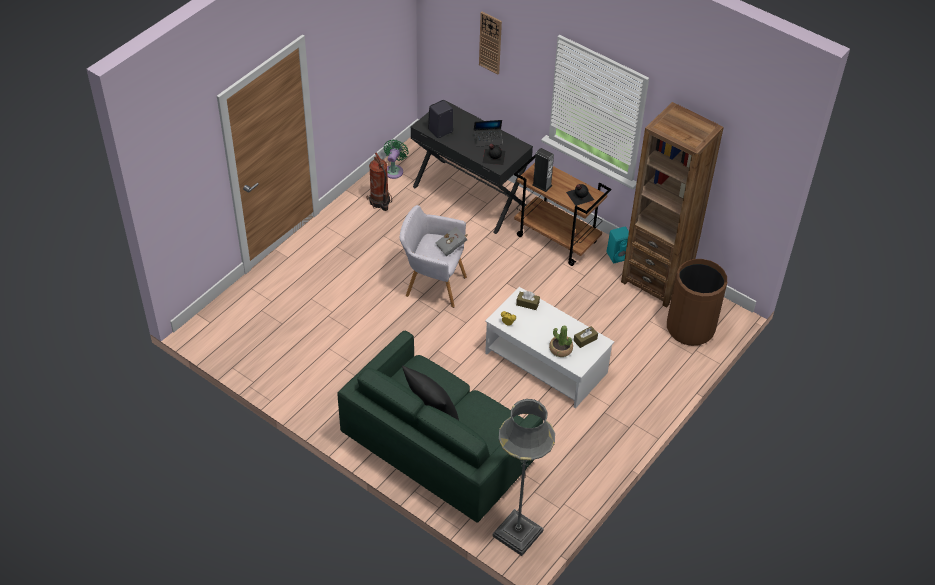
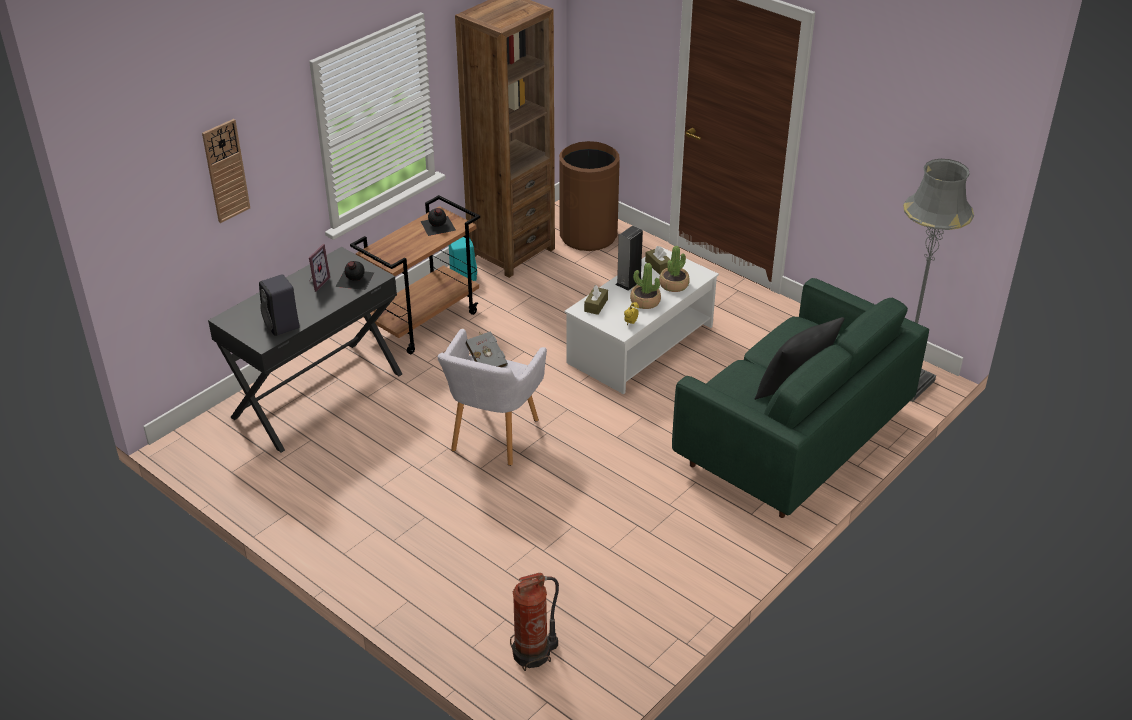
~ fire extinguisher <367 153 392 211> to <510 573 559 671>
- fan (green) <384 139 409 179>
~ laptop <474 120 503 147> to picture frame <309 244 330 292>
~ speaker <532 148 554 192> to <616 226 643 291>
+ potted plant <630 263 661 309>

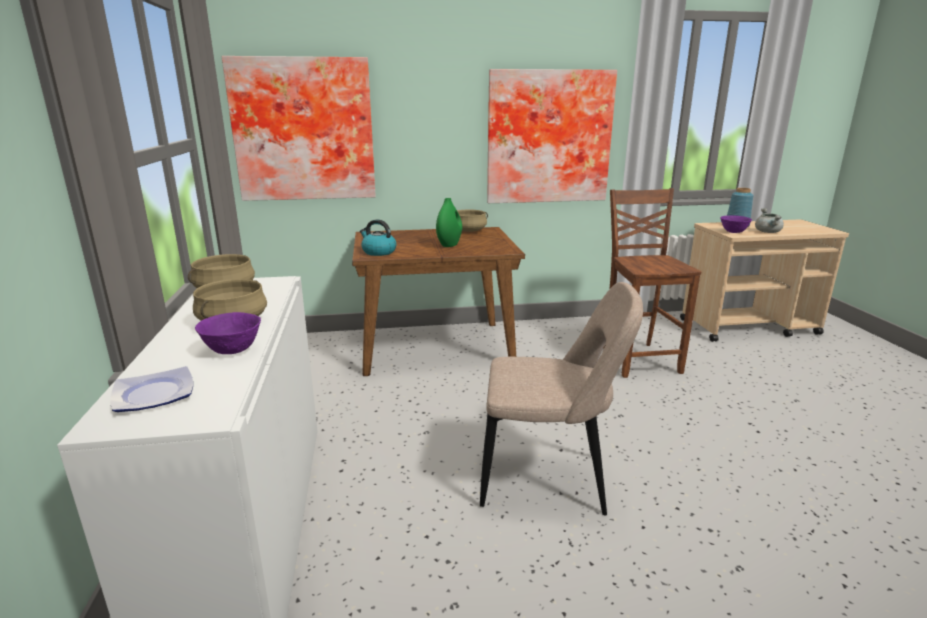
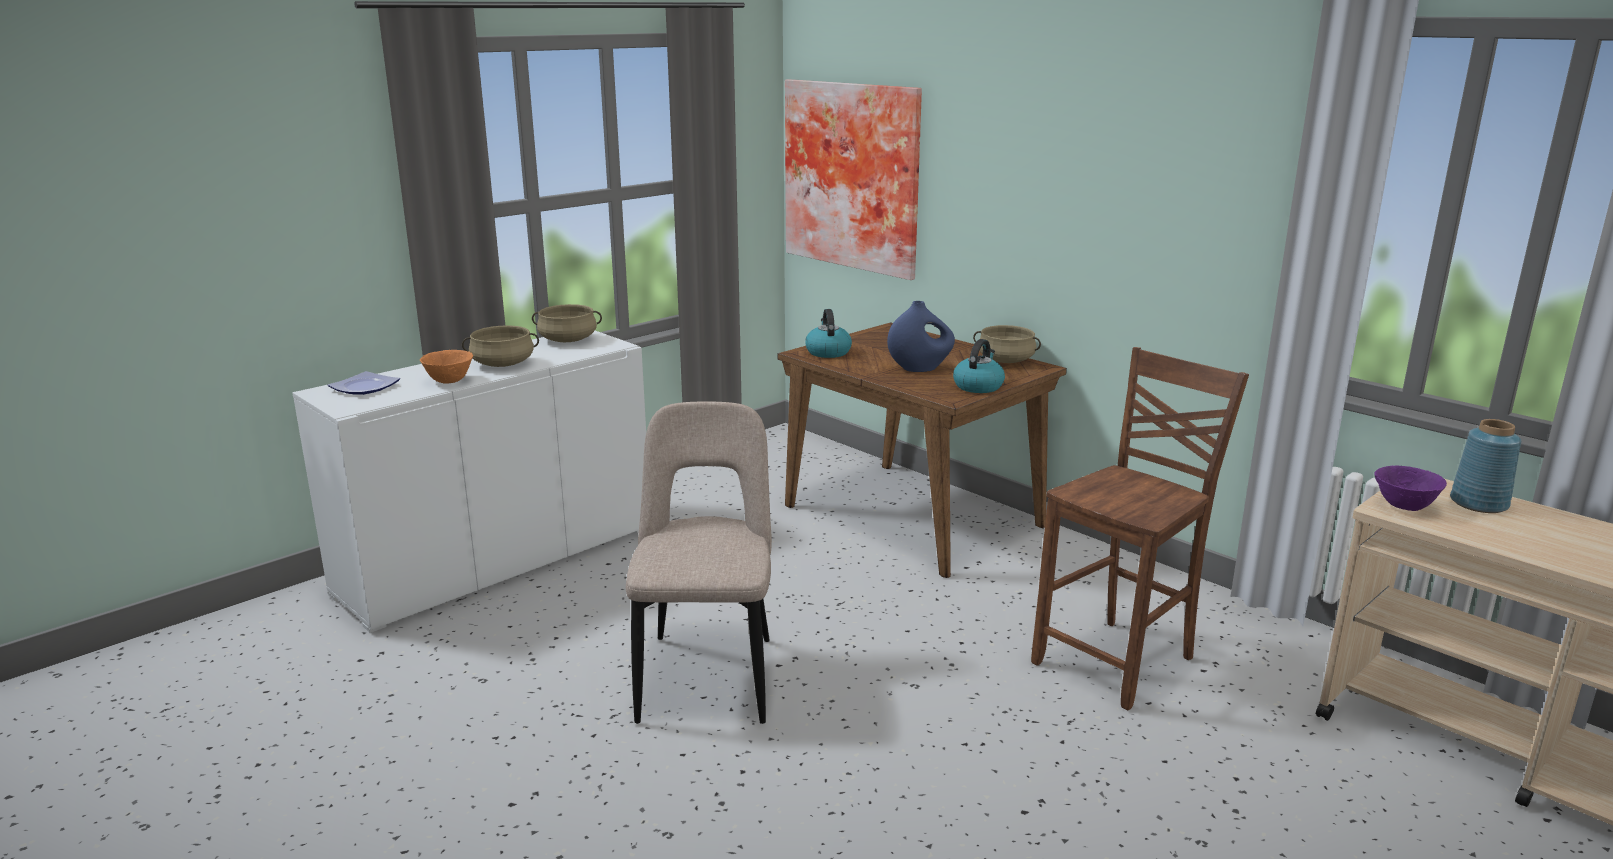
~ bowl (purple) <195 312 261 354> to bowl (orange) <420 350 473 384>
~ vase (green) <436 198 462 247> to vase (blue) <887 301 955 372>
~ chair (beige) <480 282 643 516> = <626 401 772 724> 150 degrees counterclockwise
- picture <487 69 617 203>
- cooking pot (grey) <755 208 784 233>
+ kettle <953 339 1005 393>

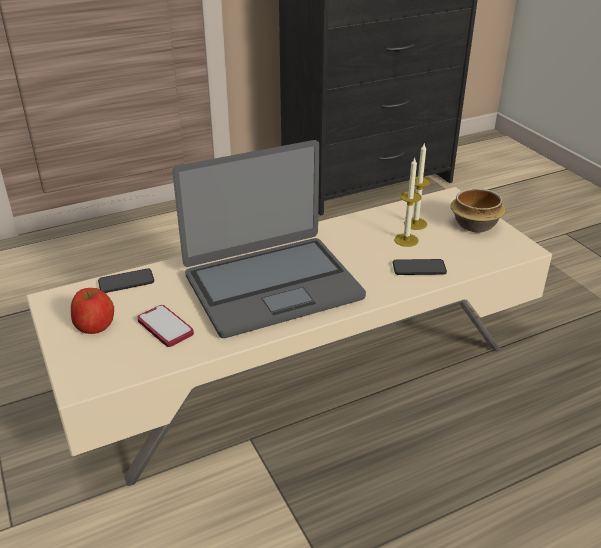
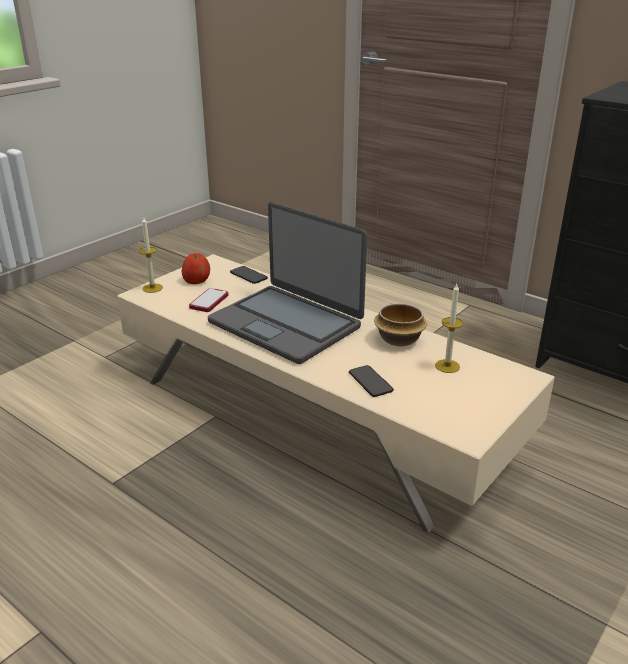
~ candle <394 158 422 247> to <139 216 163 293>
~ bowl <450 188 506 233> to <374 303 427 346>

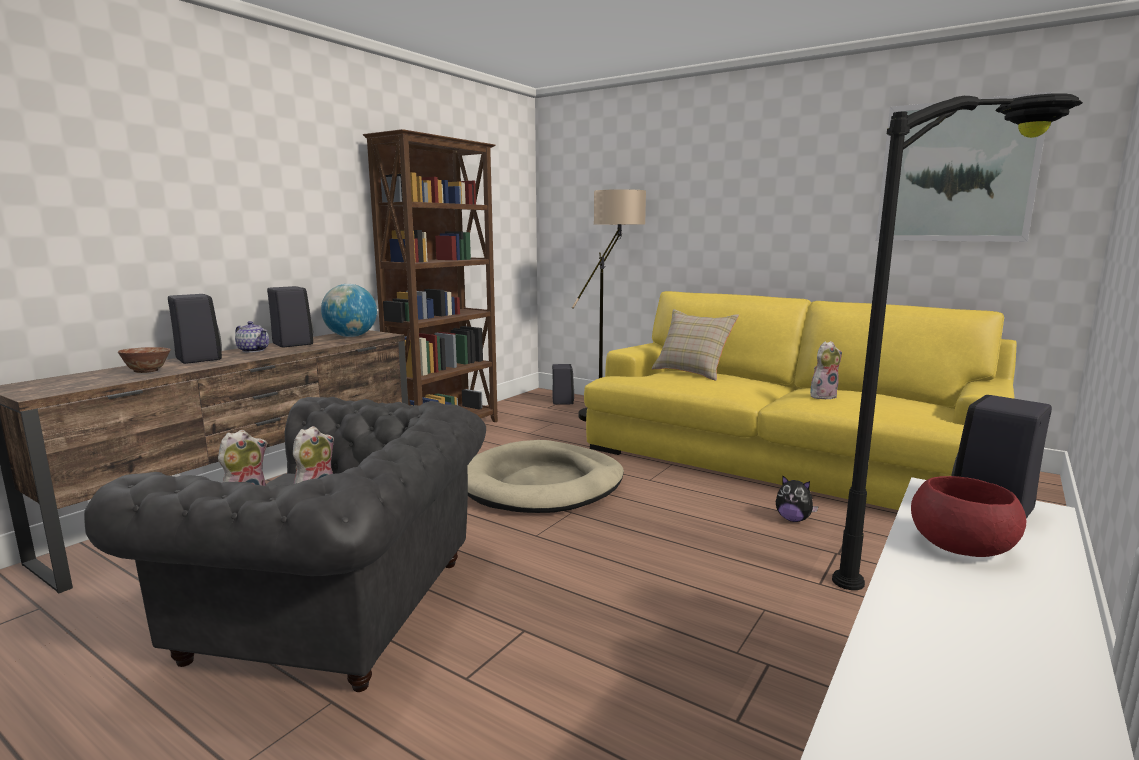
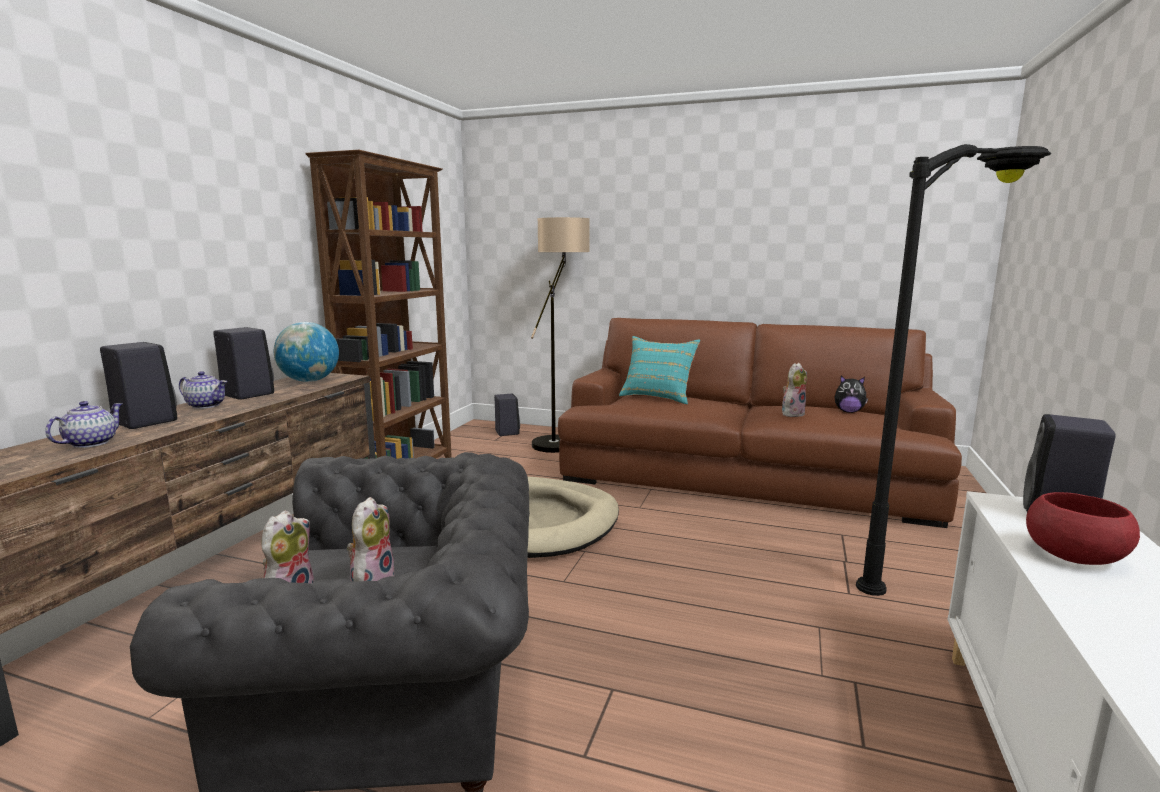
~ bowl <118 347 171 373> to teapot <45 401 122 448>
~ sofa (yellow) <584 291 1017 510> to sofa (brown) <558 318 962 528>
~ pillow (beige) <652 309 739 381> to pillow (turquoise) <619 336 700 404>
~ plush toy <776 475 819 522> to <835 376 868 413>
- picture <876 92 1052 242>

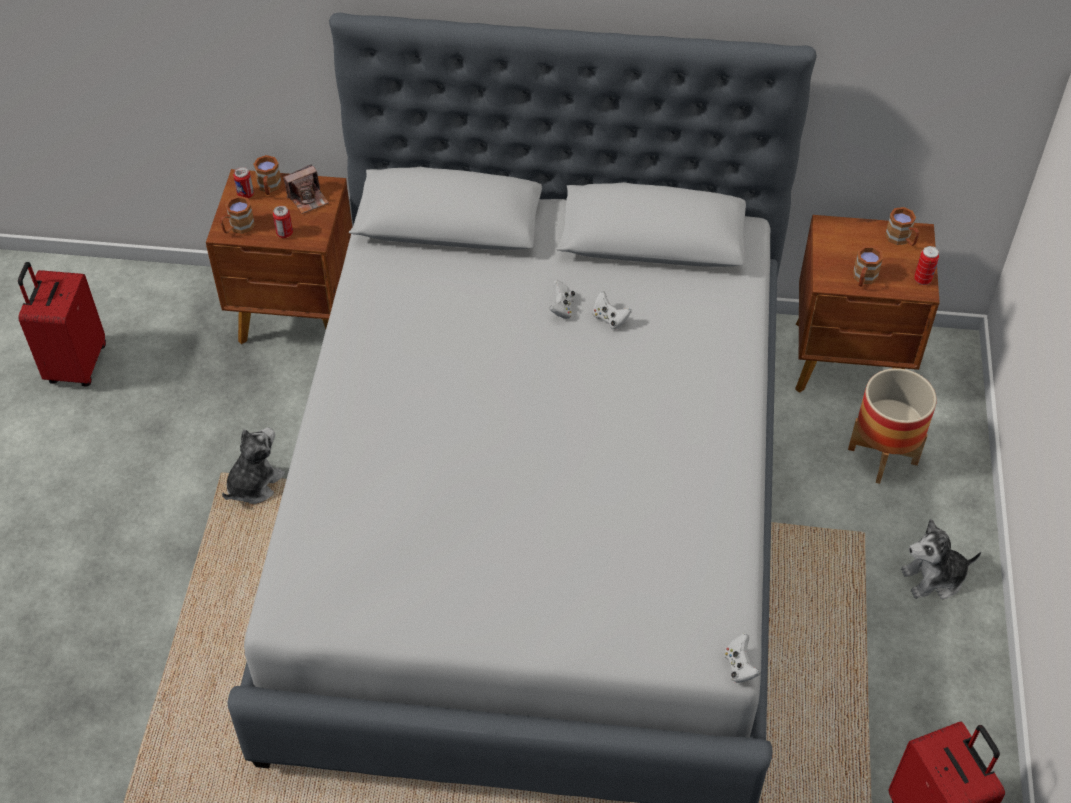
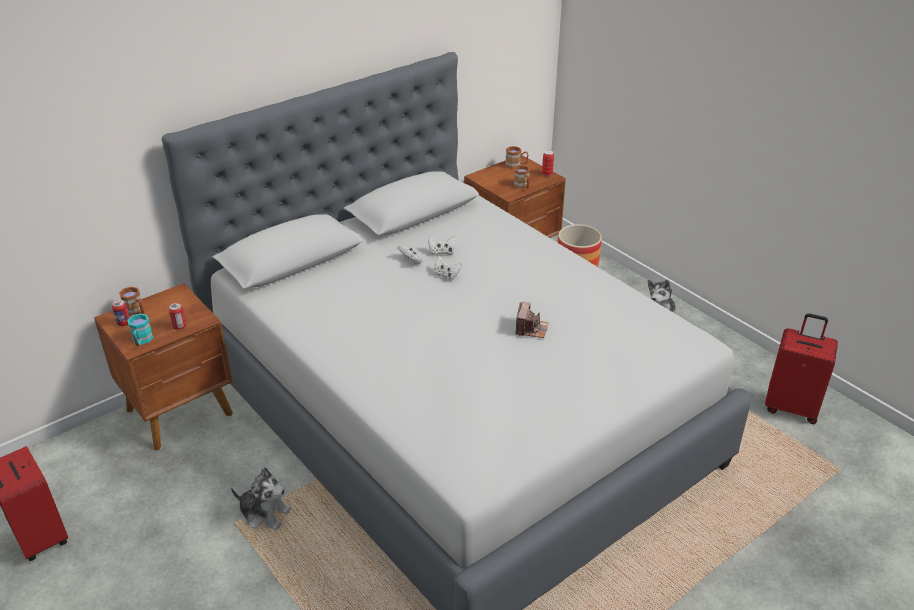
~ mug (brown) <220 196 255 234> to mug (turquoise) <127 313 153 346>
~ plush toy <222 427 285 504> = <231 467 291 530> 120 degrees clockwise
~ photo camera <283 164 329 214> to <516 301 549 338>
~ game controller (white) <724 634 761 683> to <434 256 462 280>

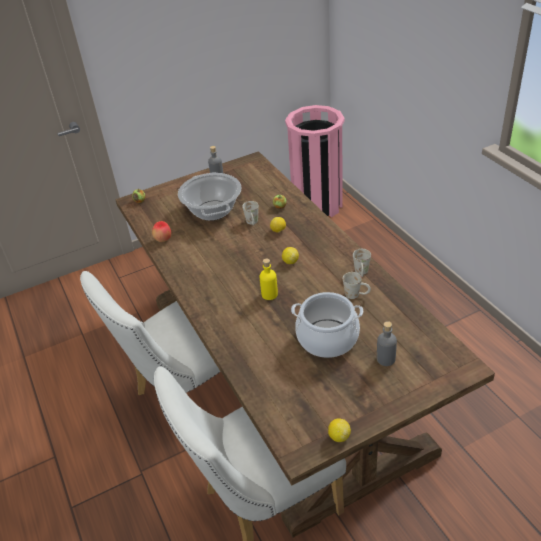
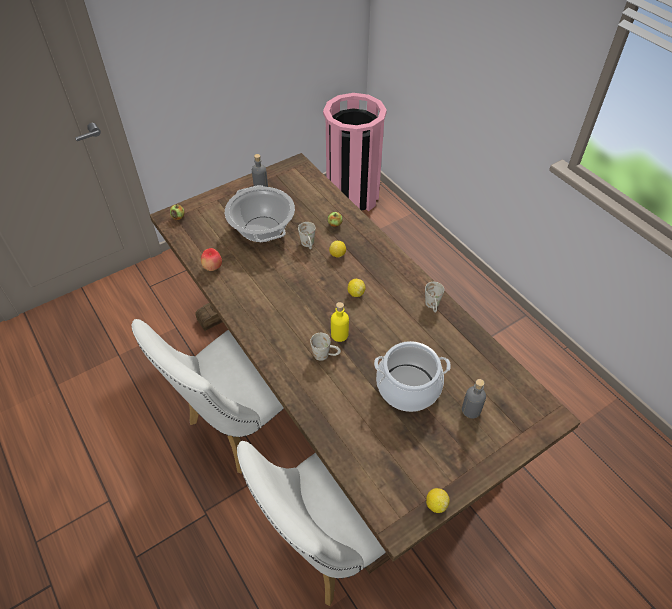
~ mug (white) <343 272 371 299> to <310 333 341 361>

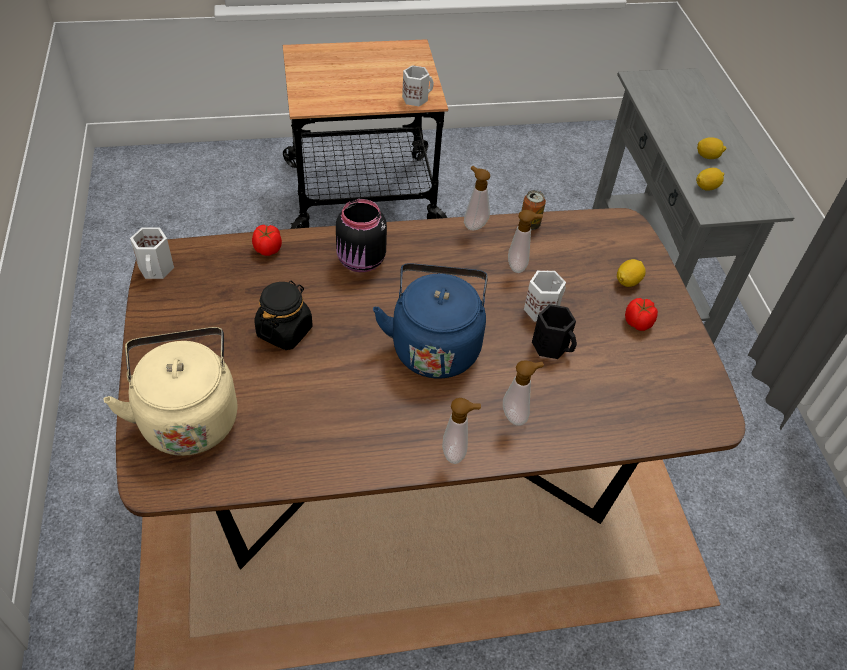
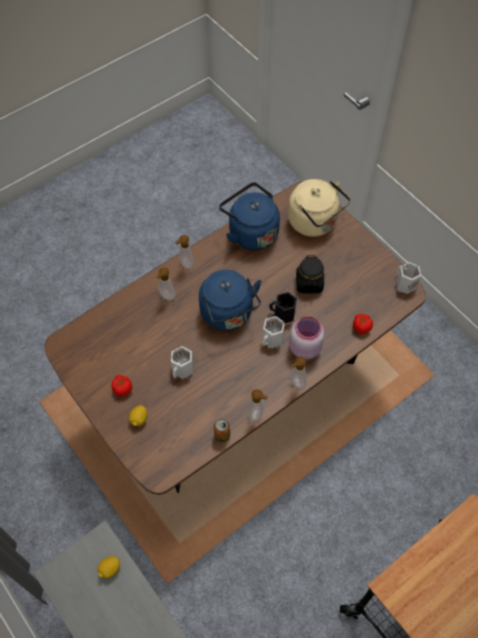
~ jar (black) <336 199 387 272> to jar (pink) <289 316 324 359>
~ mug (white) <402 65 434 106> to <262 316 285 348>
~ soap dispenser <508 210 543 273> to <290 357 307 389>
~ mug (black) <532 304 577 359> to <269 292 297 323>
- lemon <697 137 727 159>
+ kettle (blue) <219 182 280 251>

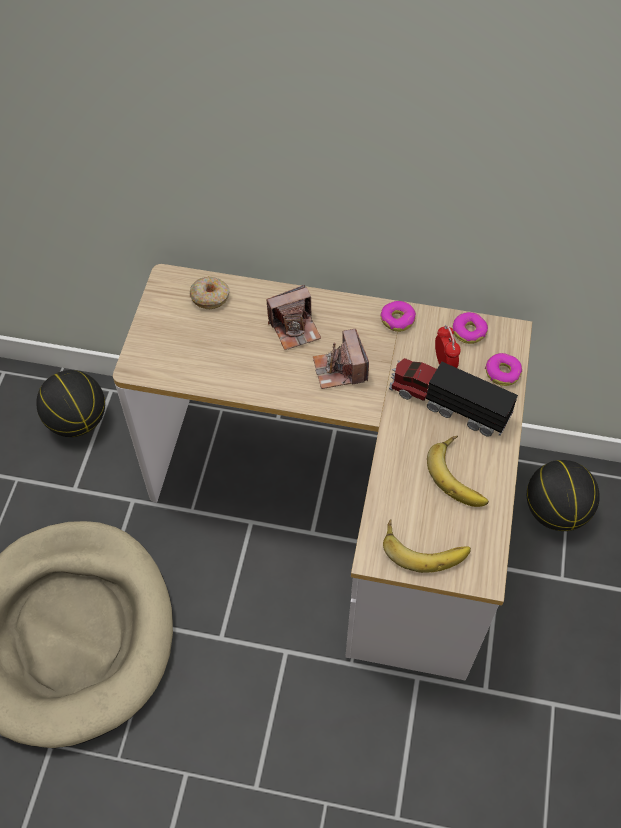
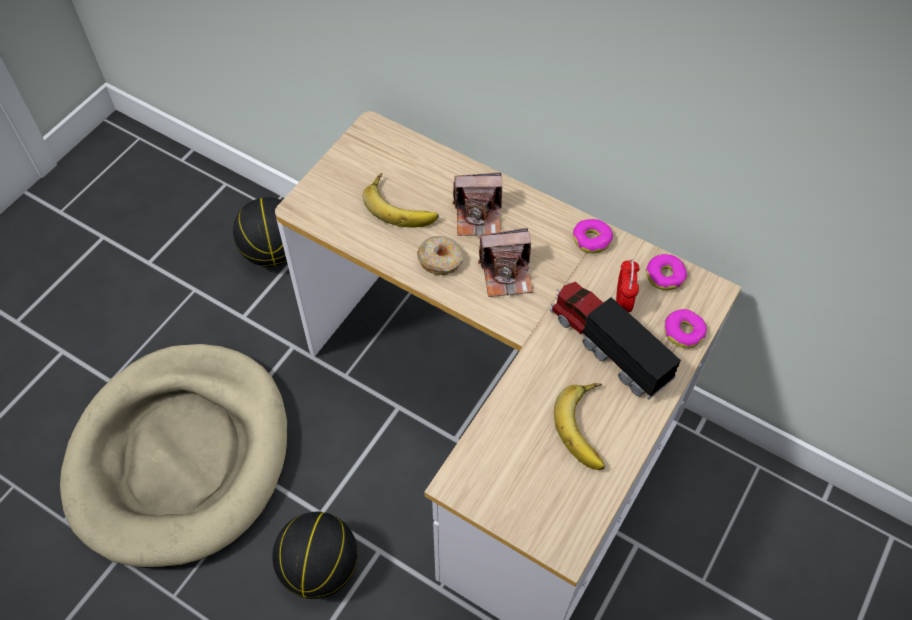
~ donut <190 276 230 309> to <417 236 464 275>
~ photo camera <313 329 369 389> = <478 228 533 297> 105 degrees counterclockwise
~ banana <383 519 471 573> to <363 173 439 227>
~ basketball <527 460 600 531> to <272 511 358 599>

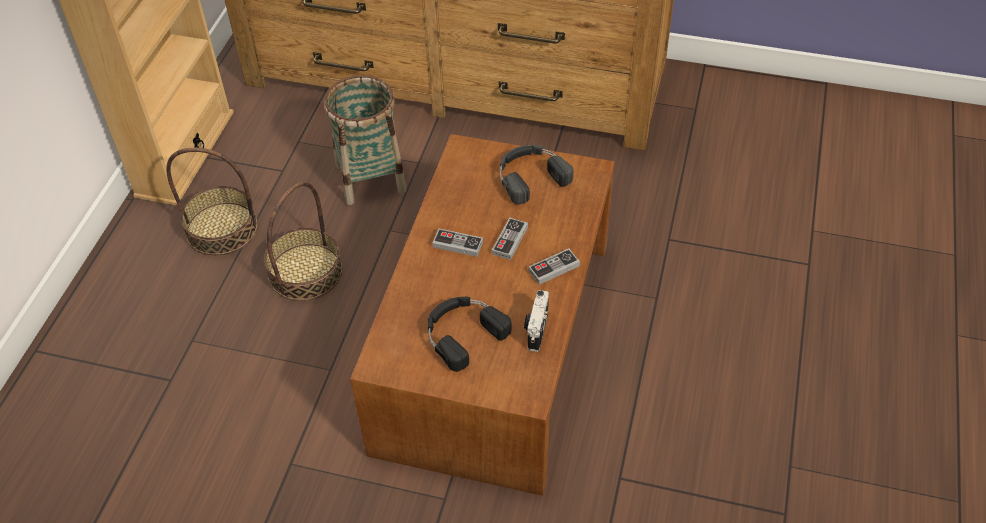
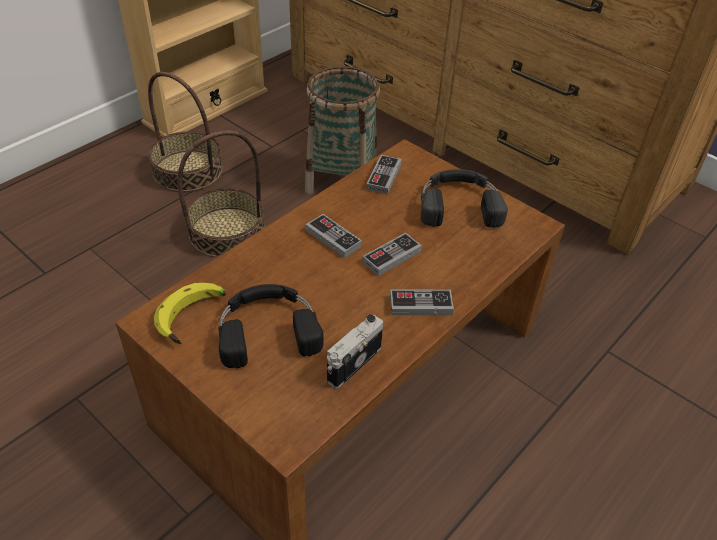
+ banana <154 283 226 344>
+ game controller <366 155 402 194>

